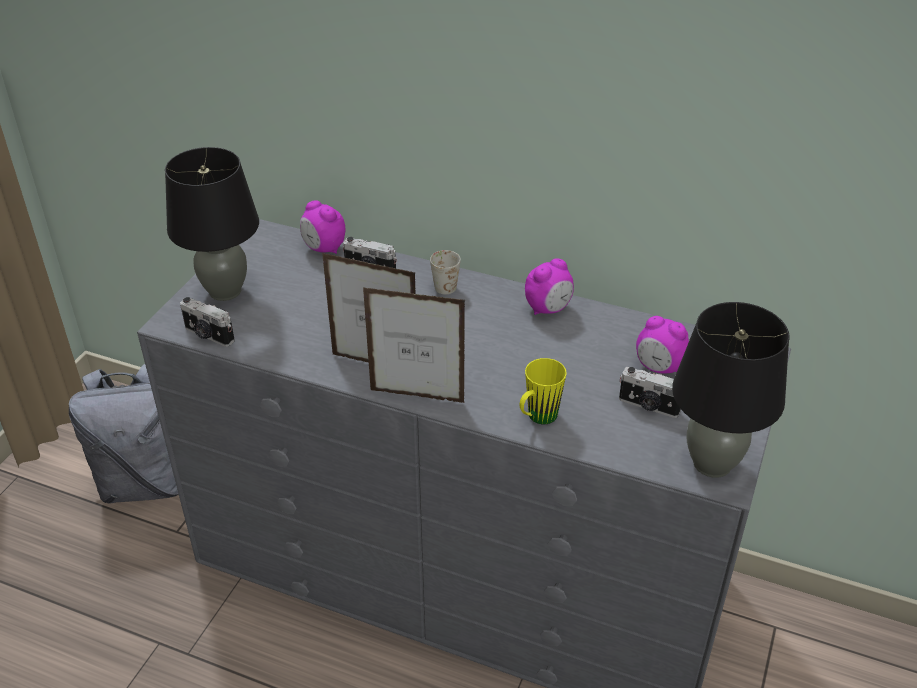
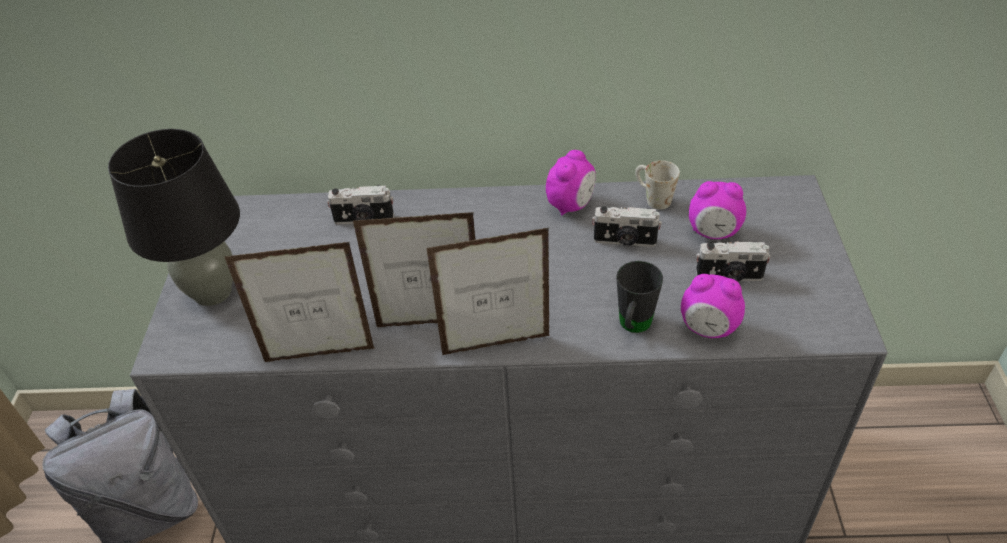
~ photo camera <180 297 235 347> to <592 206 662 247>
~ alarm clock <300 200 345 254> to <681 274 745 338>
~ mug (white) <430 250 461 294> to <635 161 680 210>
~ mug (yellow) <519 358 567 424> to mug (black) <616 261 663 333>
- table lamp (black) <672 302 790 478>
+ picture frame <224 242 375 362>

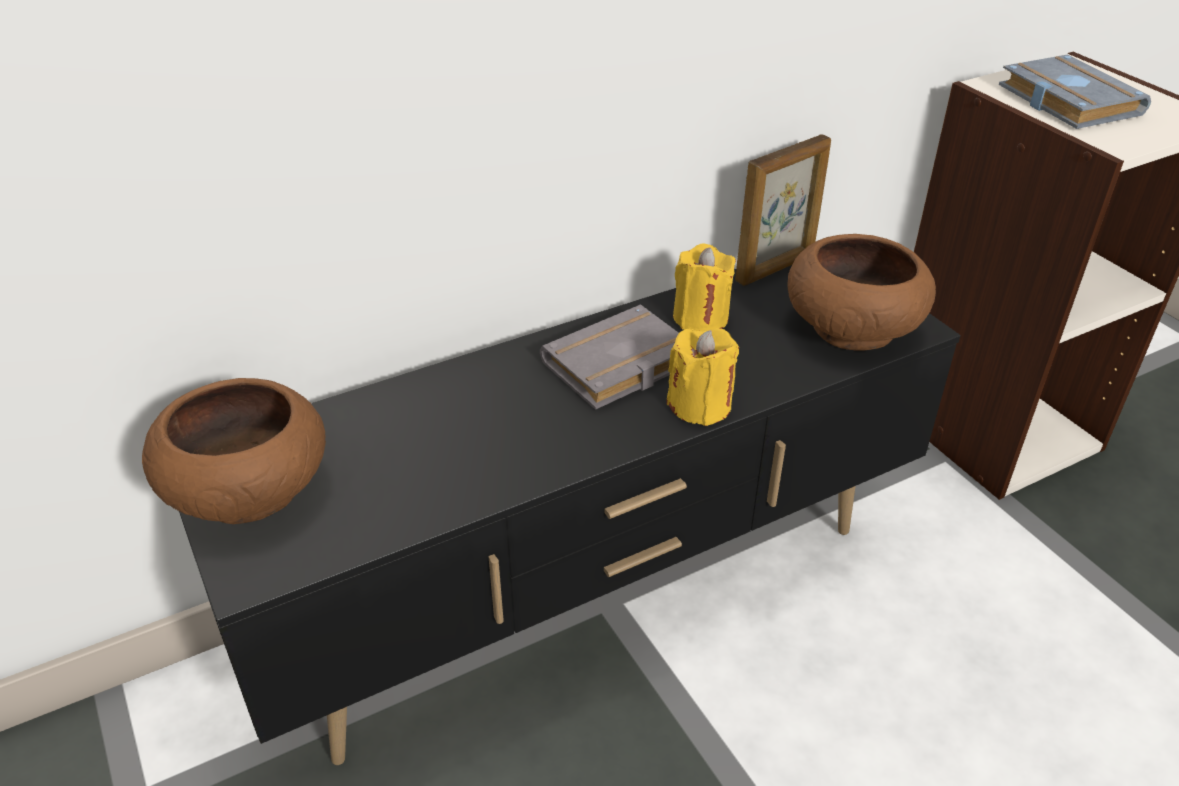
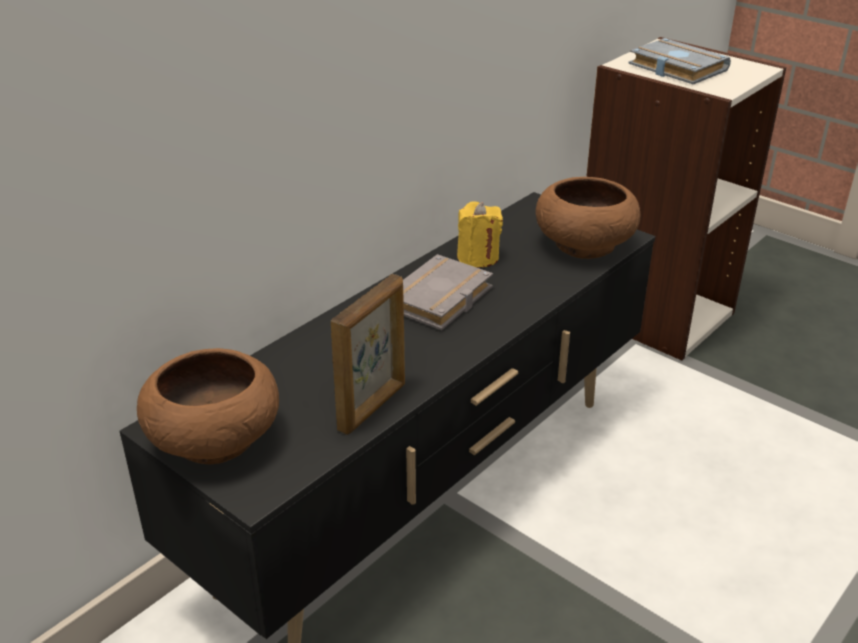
- candle (yellow) <667 328 739 426>
~ picture frame <735 134 831 286> to <330 274 405 435>

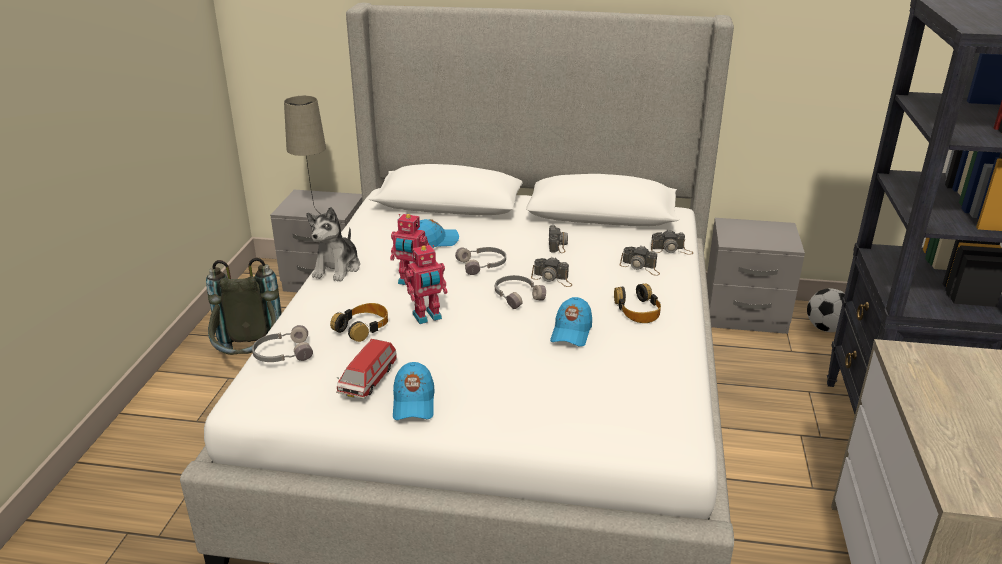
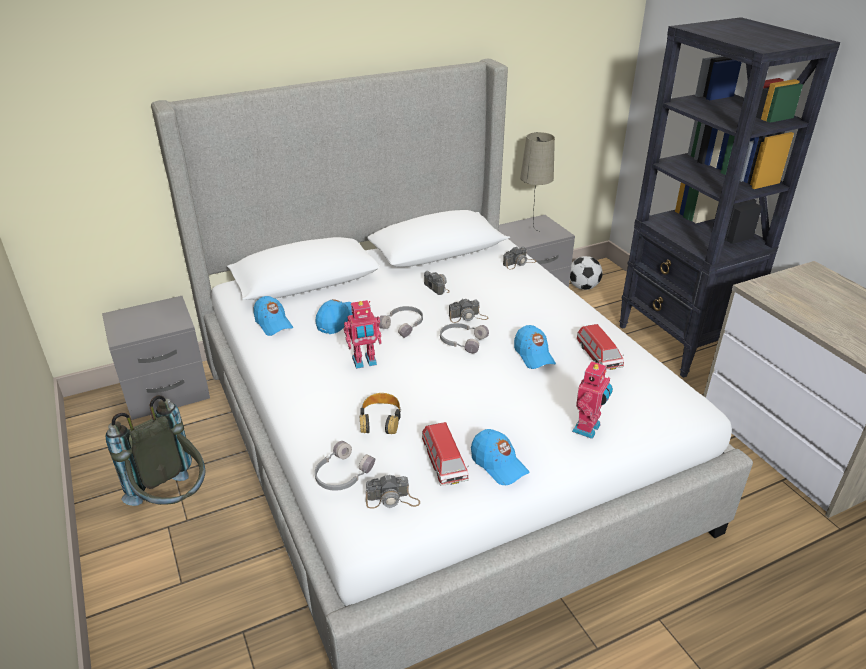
~ table lamp (beige) <284 96 326 209> to <520 132 555 232>
- plush toy <306 207 360 282>
~ toy robot <404 245 448 324> to <572 360 613 439>
- headphones <614 283 661 323>
~ photo camera <619 246 660 276> to <366 474 420 509>
+ cap (blue) <253 296 293 336>
+ toy car <577 324 624 370>

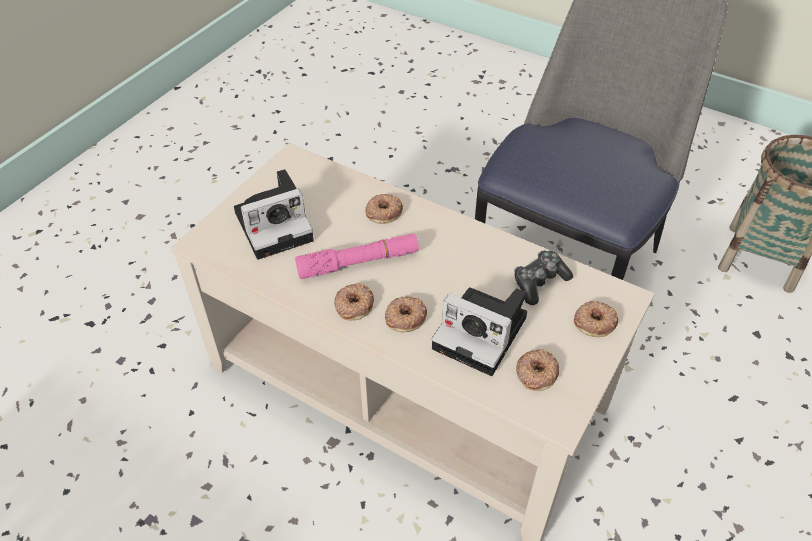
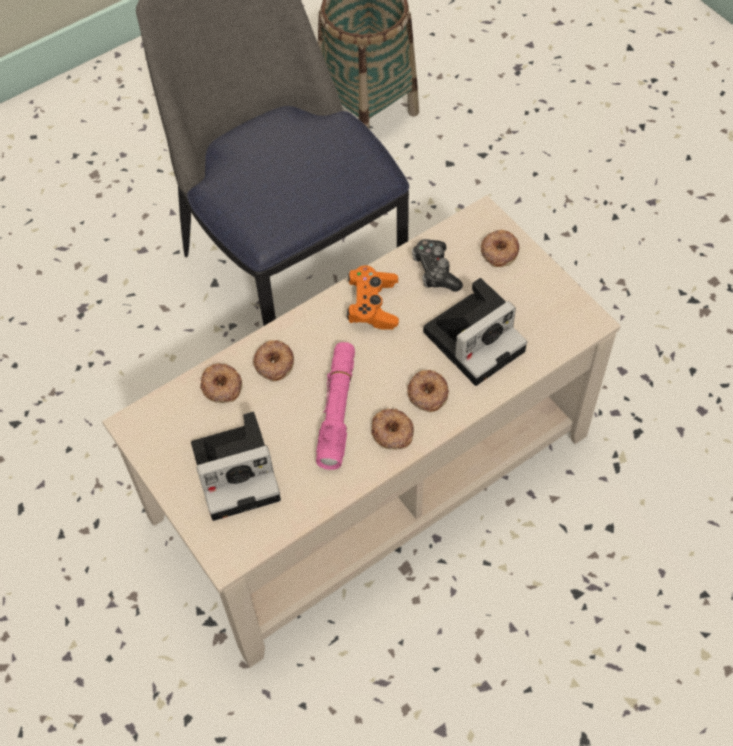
~ photo camera <234 169 314 260> = <191 412 281 521> 75 degrees clockwise
~ donut <516 349 559 391> to <200 363 242 403>
+ game controller (orange) <346 265 399 330>

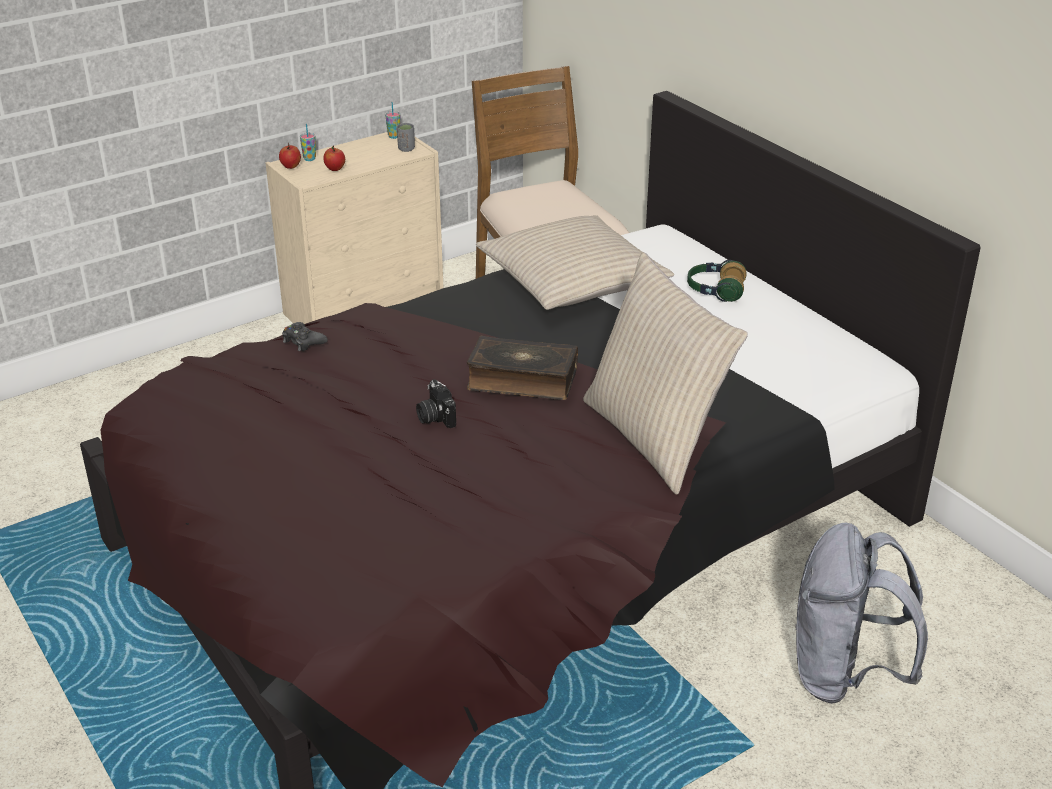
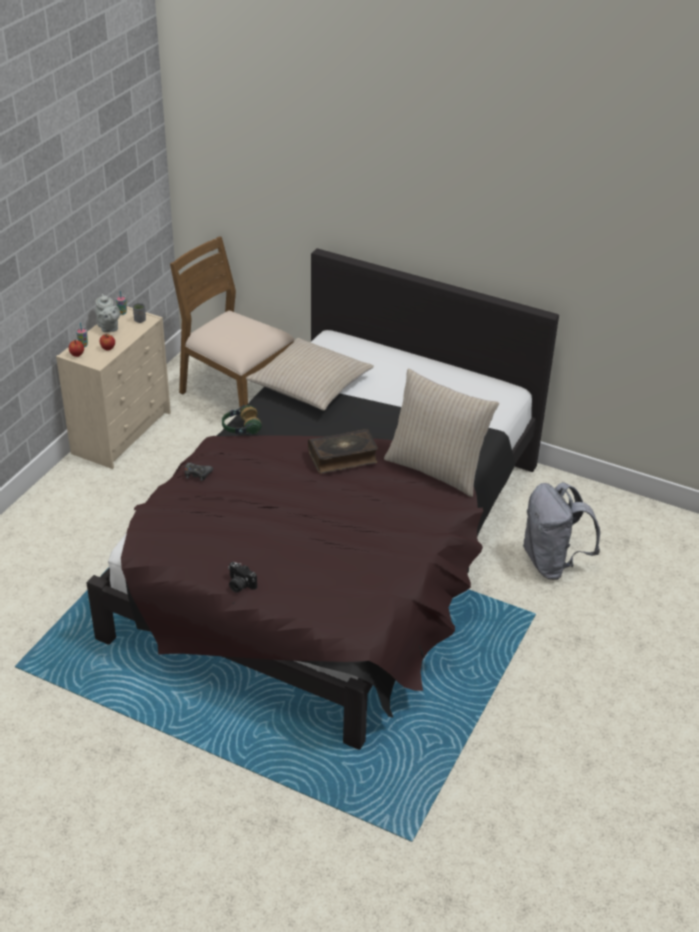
~ photo camera <416 379 456 428> to <228 562 257 593>
~ headphones <687 260 747 302> to <222 405 262 435>
+ teapot (grey) <95 294 120 332>

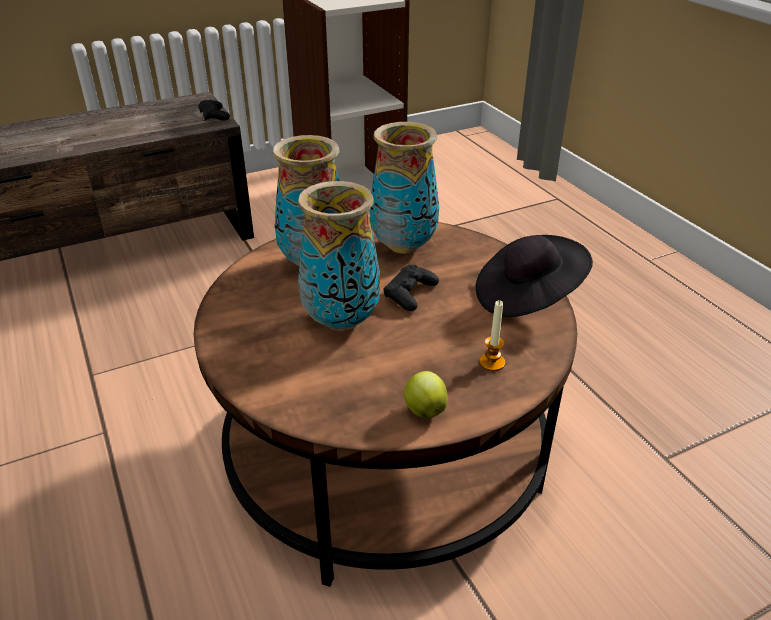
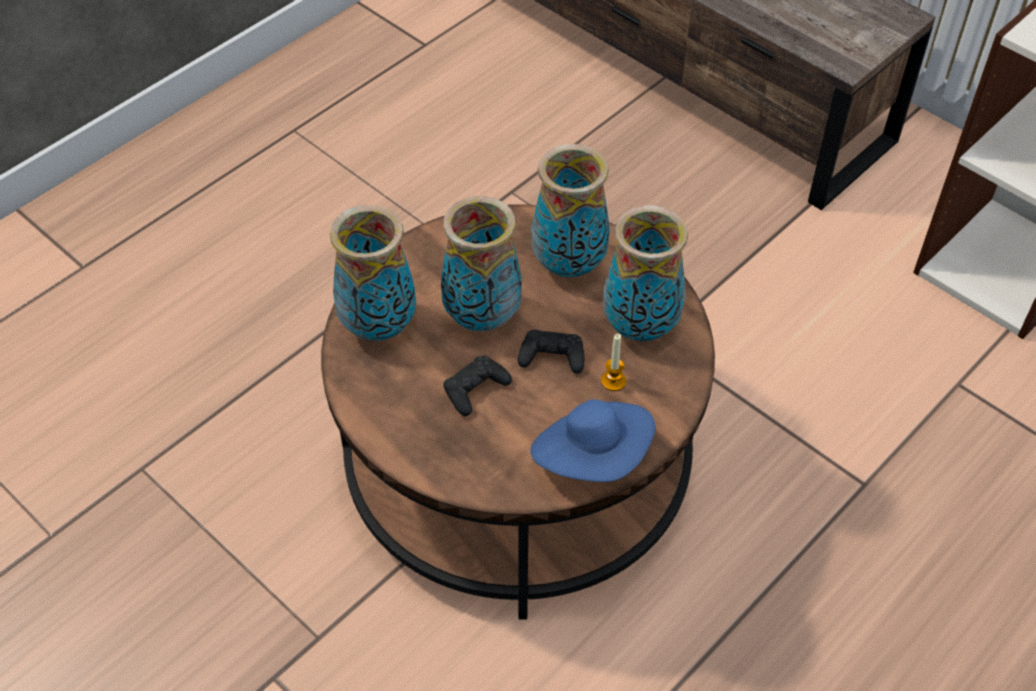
~ game controller (black) <198 99 230 121> to <443 355 512 416>
- apple <404 371 448 418>
~ hat (black) <476 235 593 317> to hat (blue) <530 399 656 482>
~ candle <479 300 505 371> to <601 334 626 391>
+ vase <330 205 416 341>

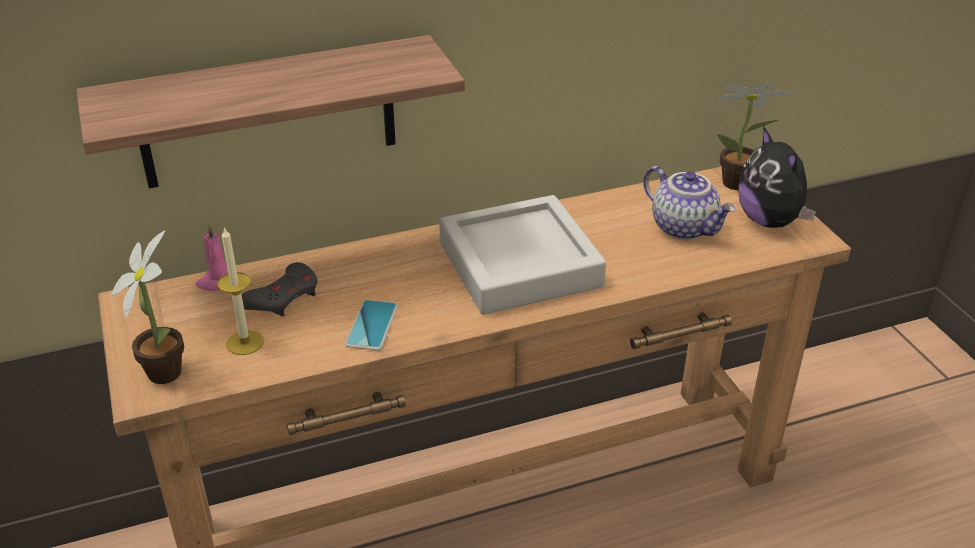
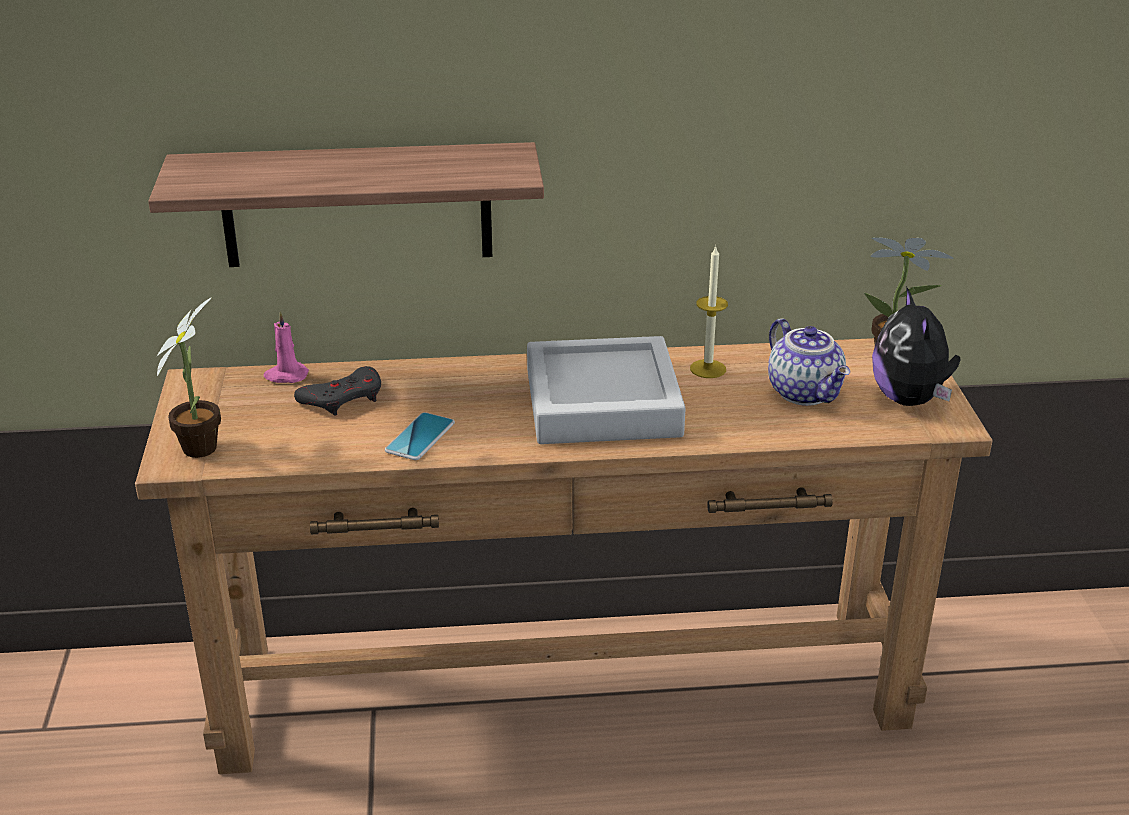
~ candle <218 227 264 355> to <690 245 728 378>

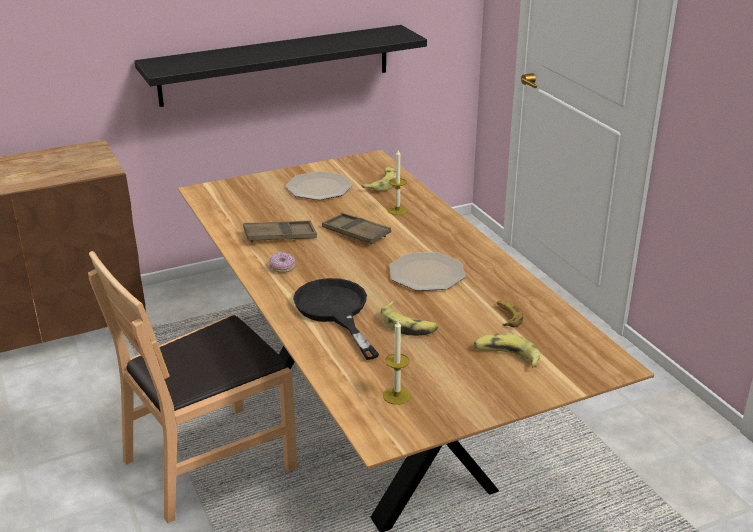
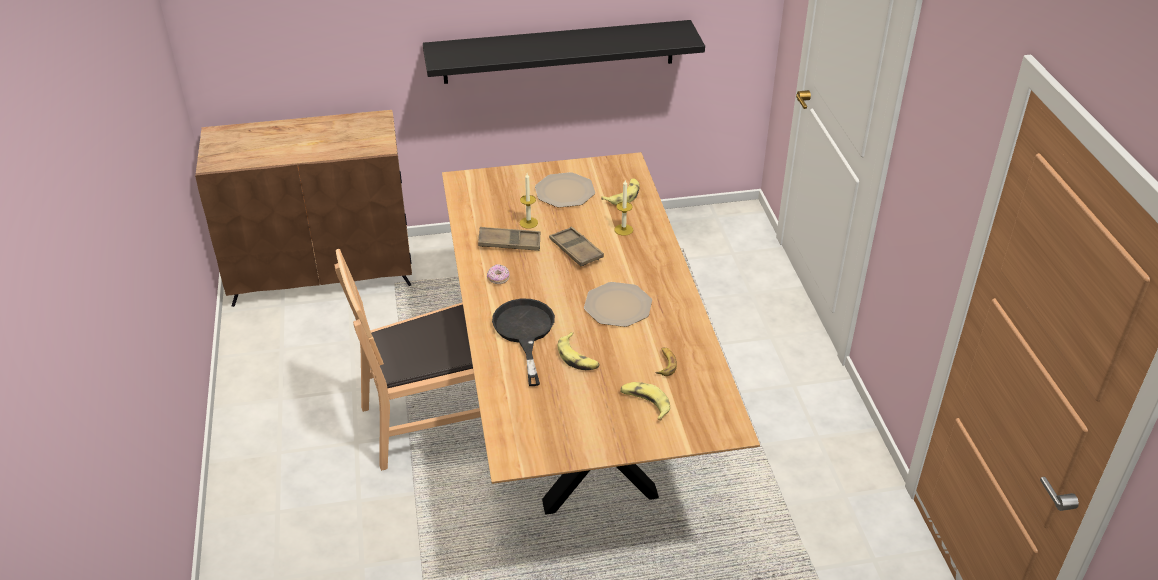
~ candle <383 320 411 405> to <520 173 538 229>

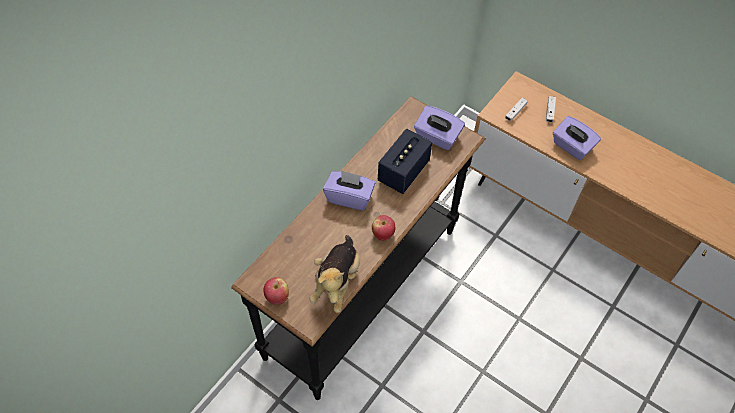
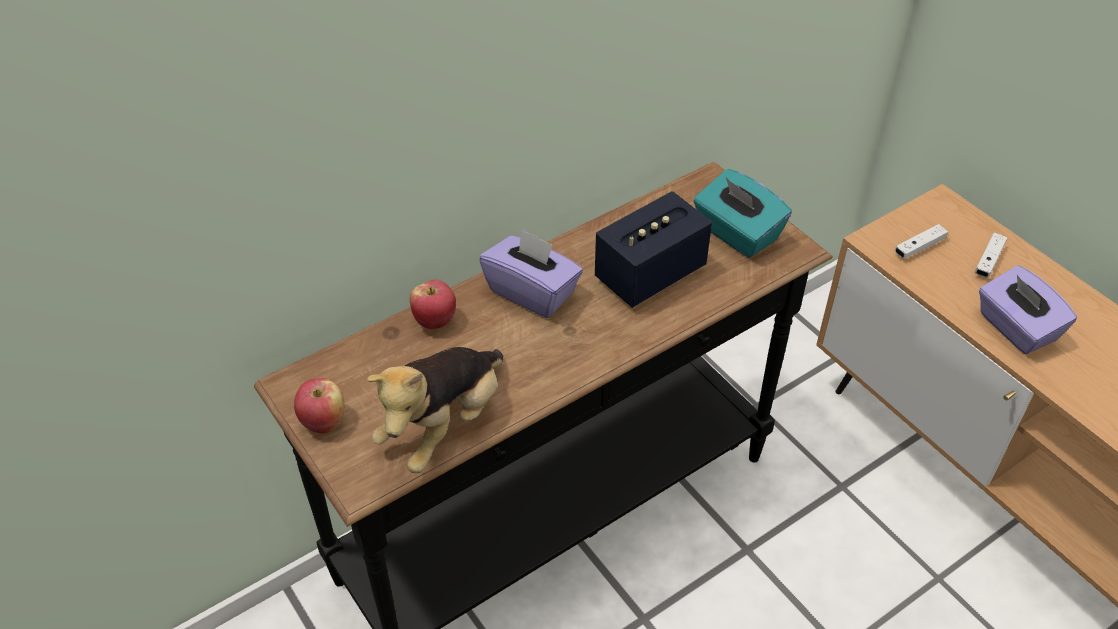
~ apple <372 215 395 241> to <410 280 456 329>
~ tissue box (purple) <414 106 465 150> to tissue box (turquoise) <694 169 792 258>

